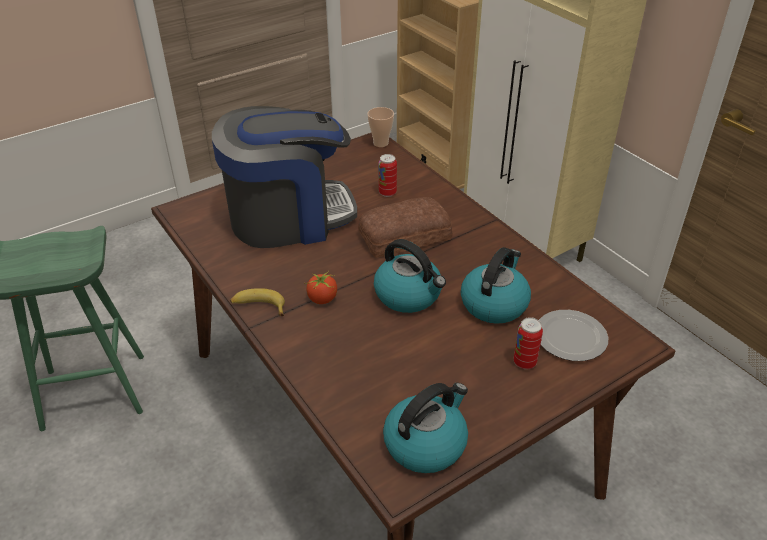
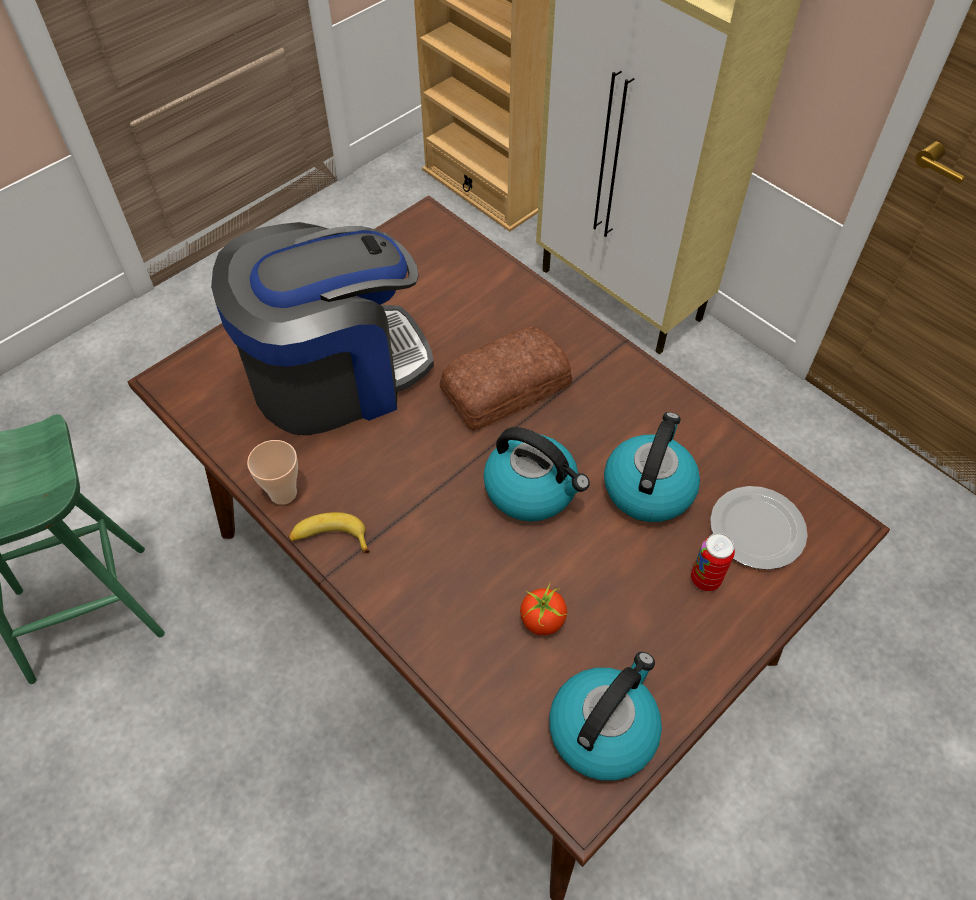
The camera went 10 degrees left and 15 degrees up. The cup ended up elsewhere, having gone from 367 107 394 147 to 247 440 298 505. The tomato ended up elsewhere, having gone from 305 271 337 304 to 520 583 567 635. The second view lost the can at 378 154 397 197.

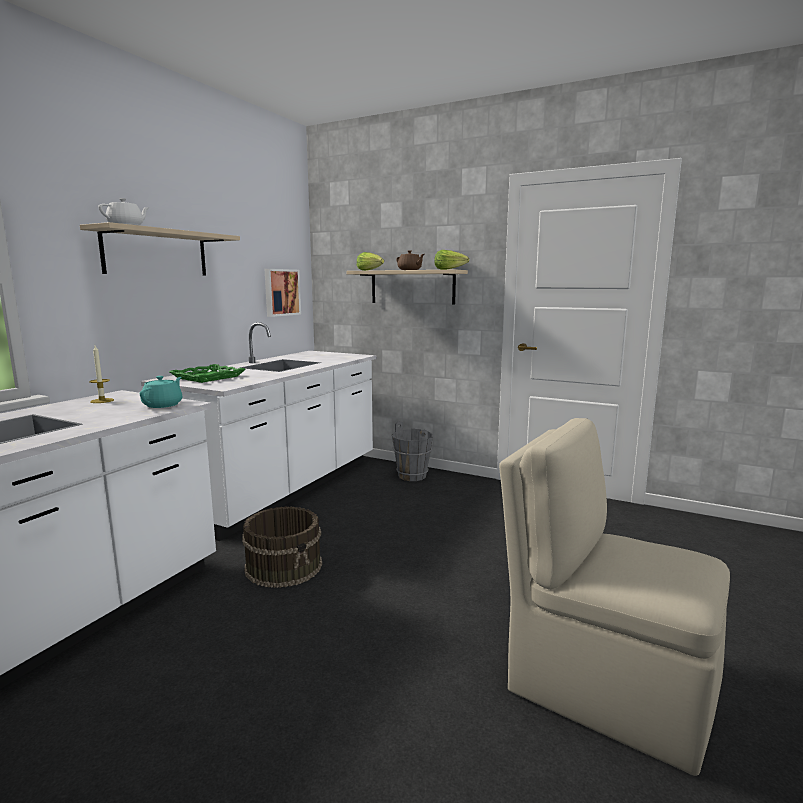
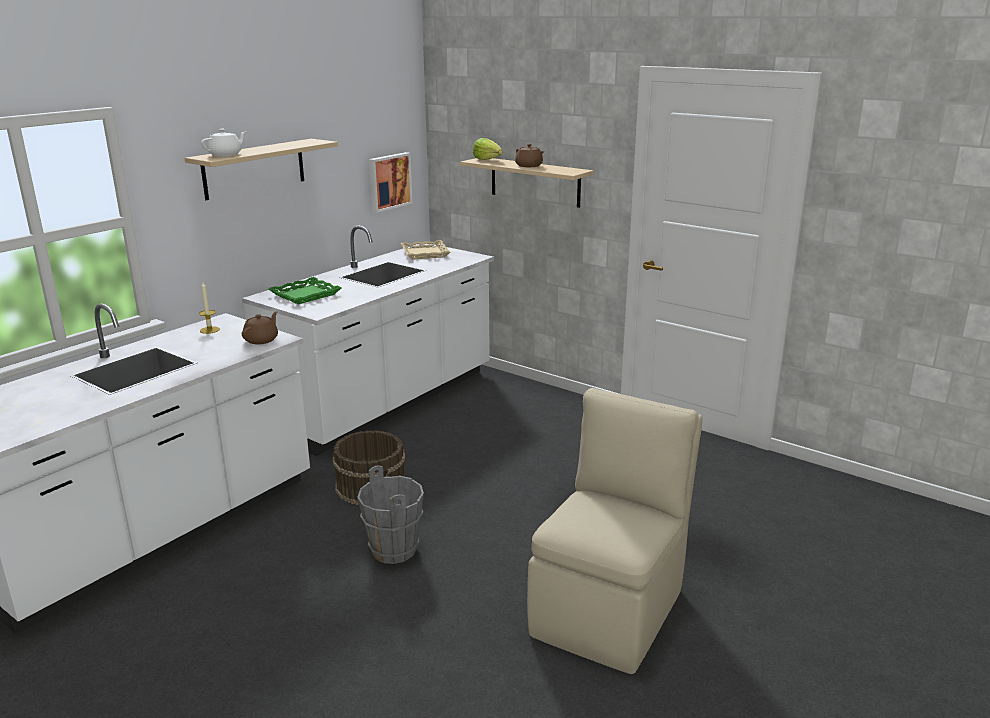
The camera went 10 degrees right and 10 degrees up. What was the turquoise teapot at 140 376 182 408 turned into the brown teapot at 242 311 278 344. The grey bucket ended up elsewhere, having gone from 392 421 433 481 to 357 465 424 564. The second view gained the beige tray at 401 240 450 260. The beige chair at 499 418 730 776 ended up facing another way, 75 degrees clockwise from before. The second view lost the lettuce at 434 250 469 270.

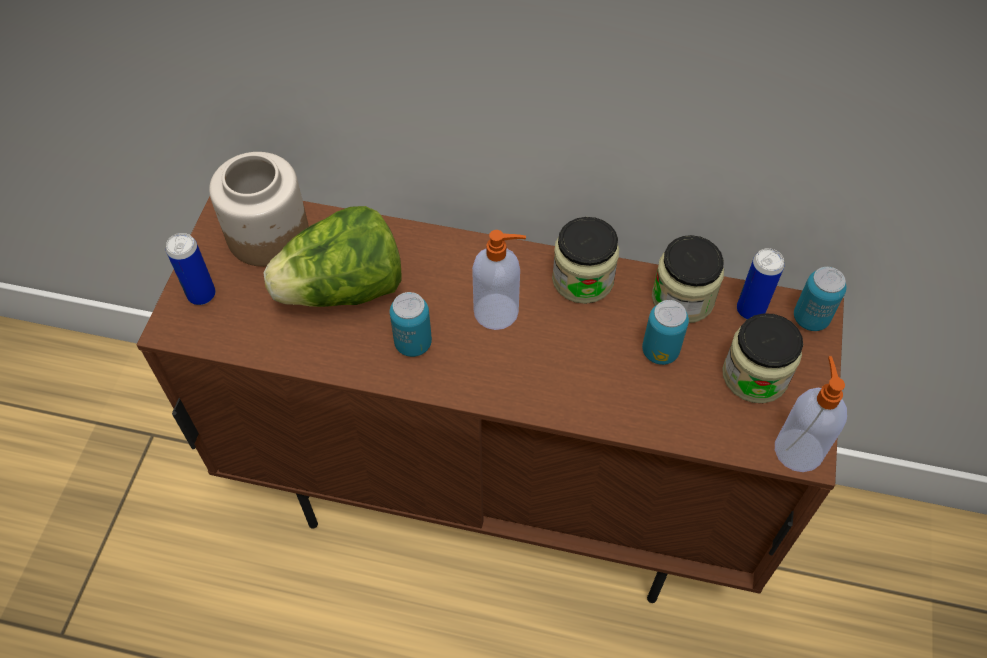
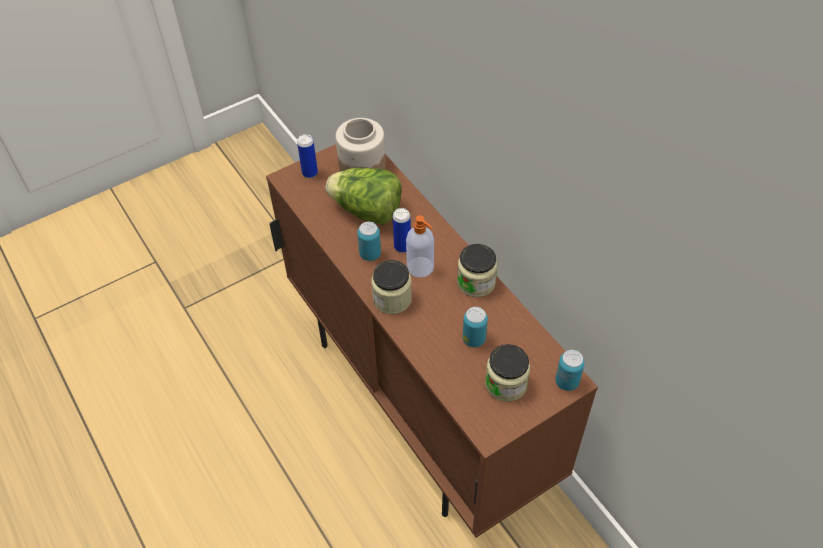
The camera went 45 degrees right and 5 degrees down. The jar ended up elsewhere, having gone from 652 235 724 323 to 371 260 412 314. The can ended up elsewhere, having gone from 737 248 785 319 to 393 208 411 253. The second view lost the soap dispenser at 775 356 847 472.

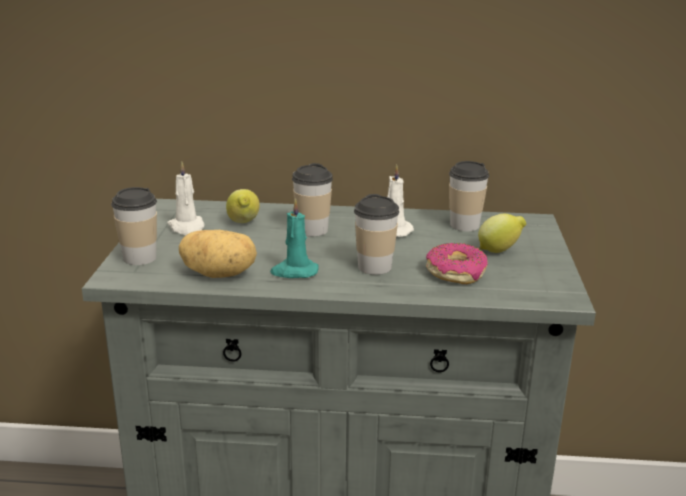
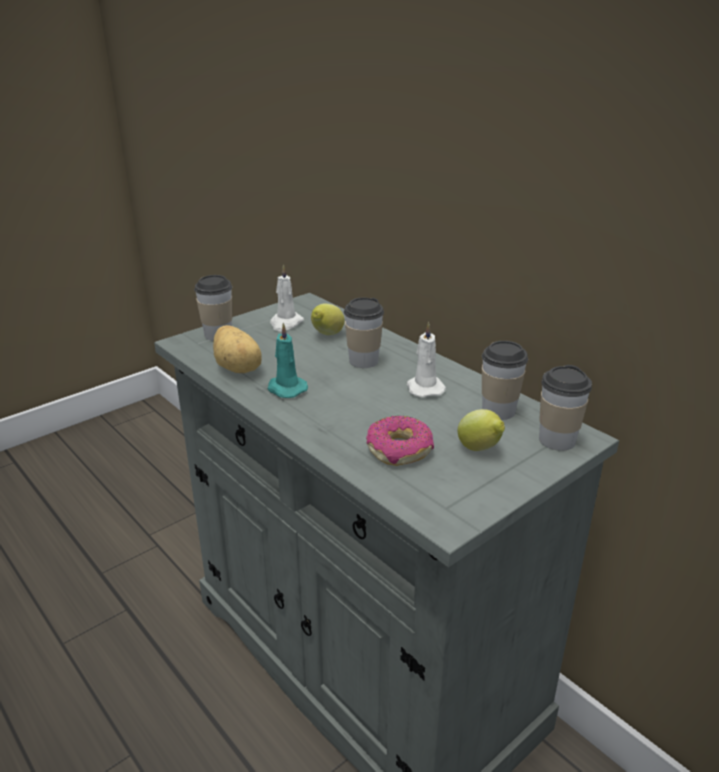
The camera went 45 degrees right and 5 degrees up. The cup ended up elsewhere, having gone from 354 194 399 275 to 539 365 592 451.

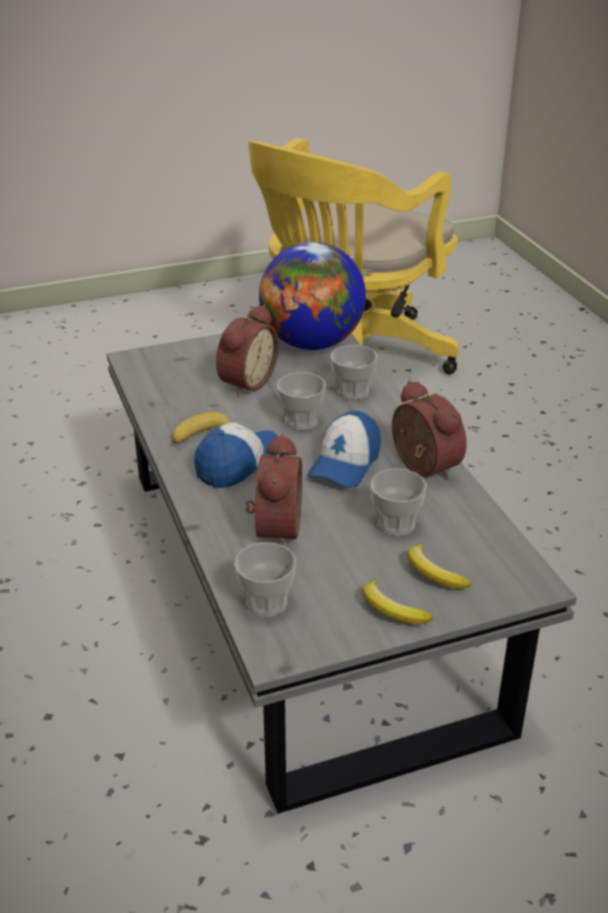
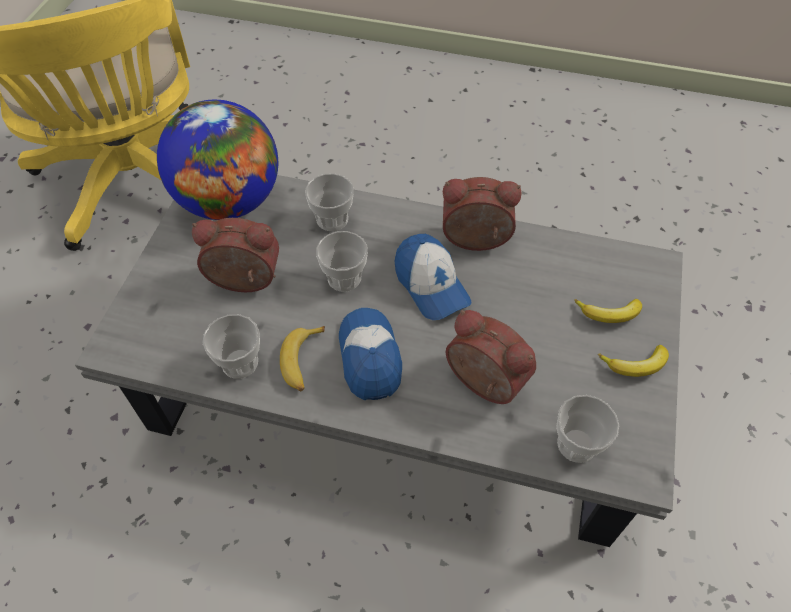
The camera went 55 degrees left and 20 degrees up. The alarm clock at 216 305 279 397 ended up facing another way, 60 degrees counterclockwise from before. The cup ended up elsewhere, having gone from 370 468 427 536 to 202 314 260 379.

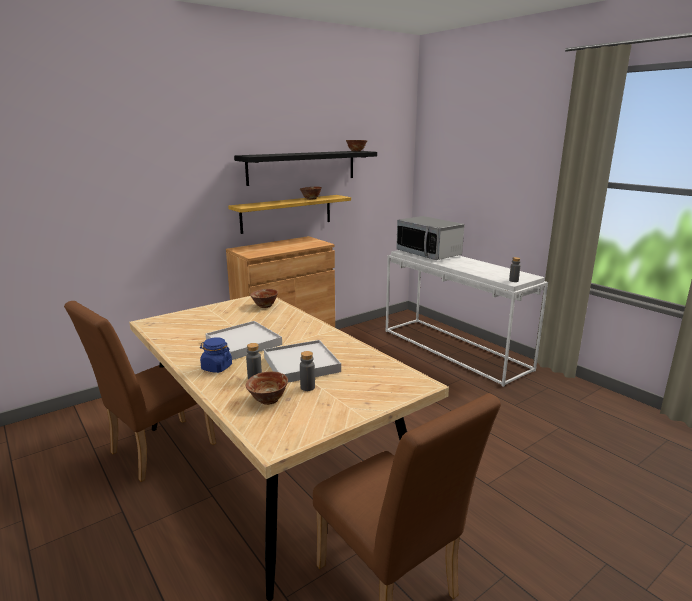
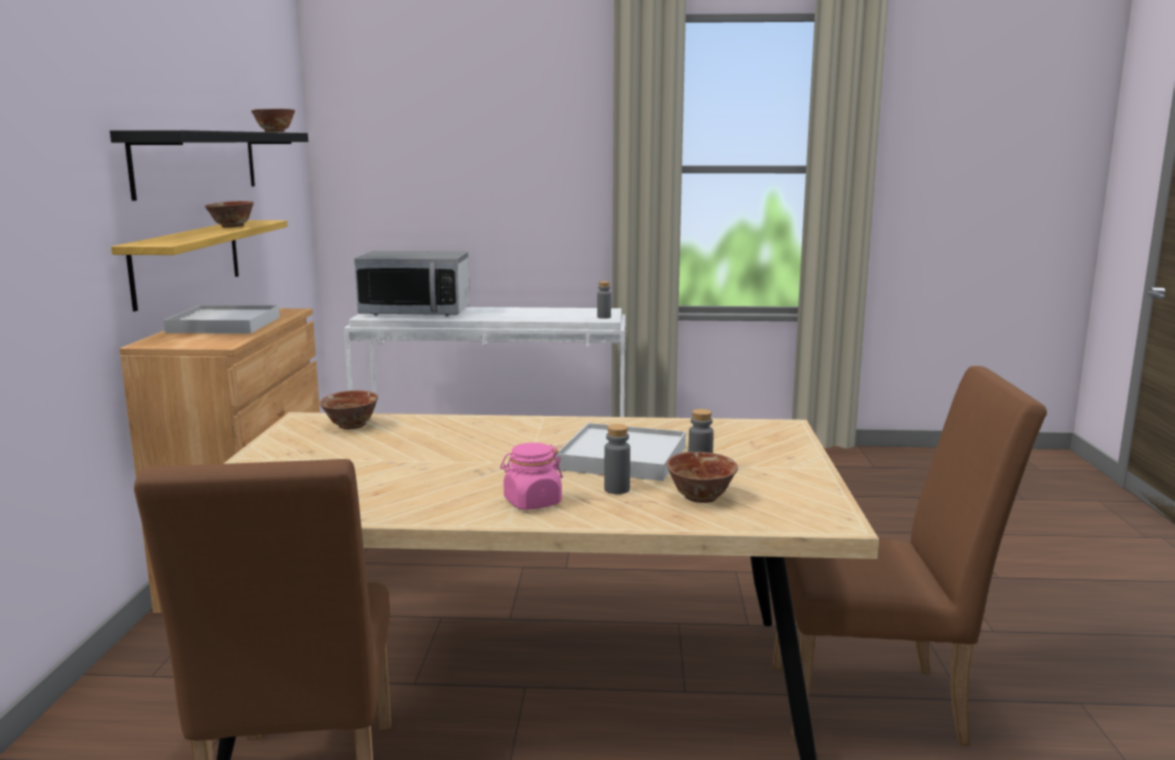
The camera went 50 degrees left and 5 degrees down. The white tray ended up elsewhere, having gone from 206 321 282 360 to 163 305 280 333. What was the blue jar at 200 337 232 373 turned into the pink jar at 500 443 563 510.

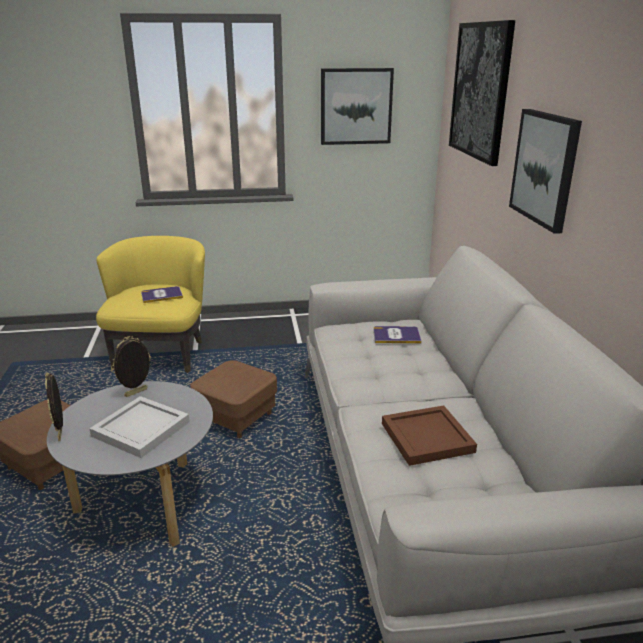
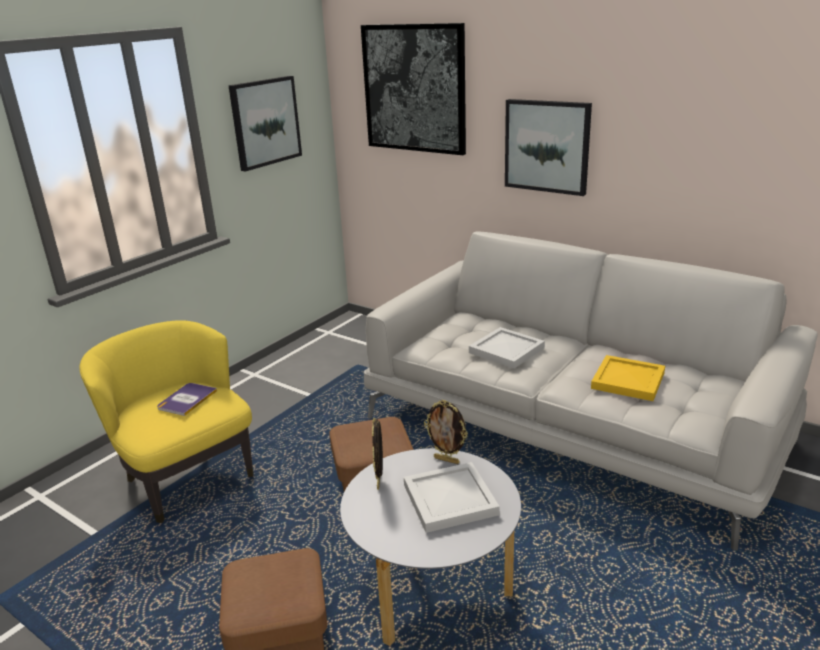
The camera went 45 degrees left and 0 degrees up. The picture frame ended up elsewhere, having gone from 45 373 63 441 to 424 400 468 464. The second view gained the white tray at 469 327 545 369. What was the brown tray at 382 405 477 466 turned into the yellow tray at 591 355 665 401. The second view lost the book at 373 326 422 344.

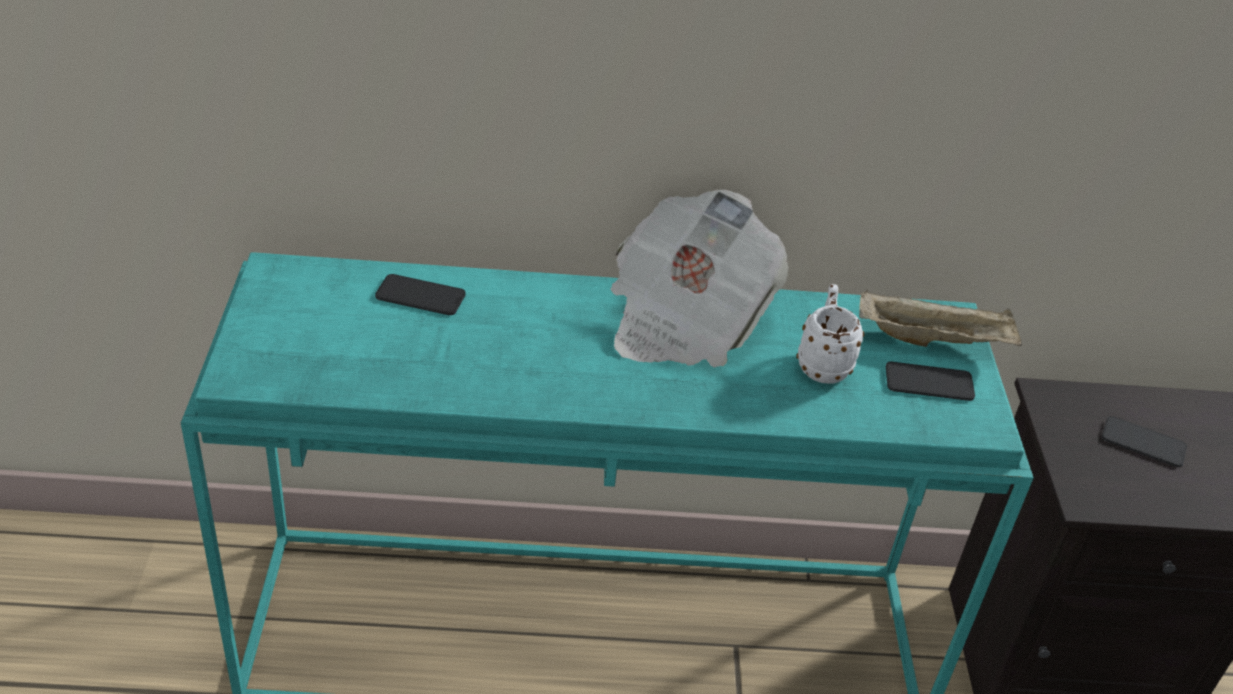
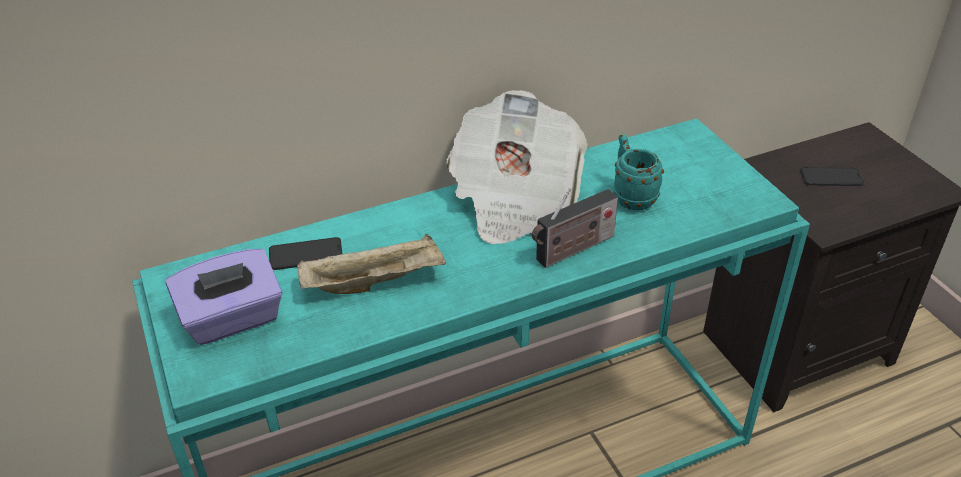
The camera went 20 degrees left and 0 degrees up. The second view gained the purple tissue box at 165 249 282 345. The beige tray ended up elsewhere, having gone from 859 290 1023 347 to 297 234 446 294. The second view gained the radio at 532 188 618 268. What was the white mug at 796 284 864 384 turned into the turquoise mug at 613 134 664 210. The second view lost the phone at 886 362 975 401.

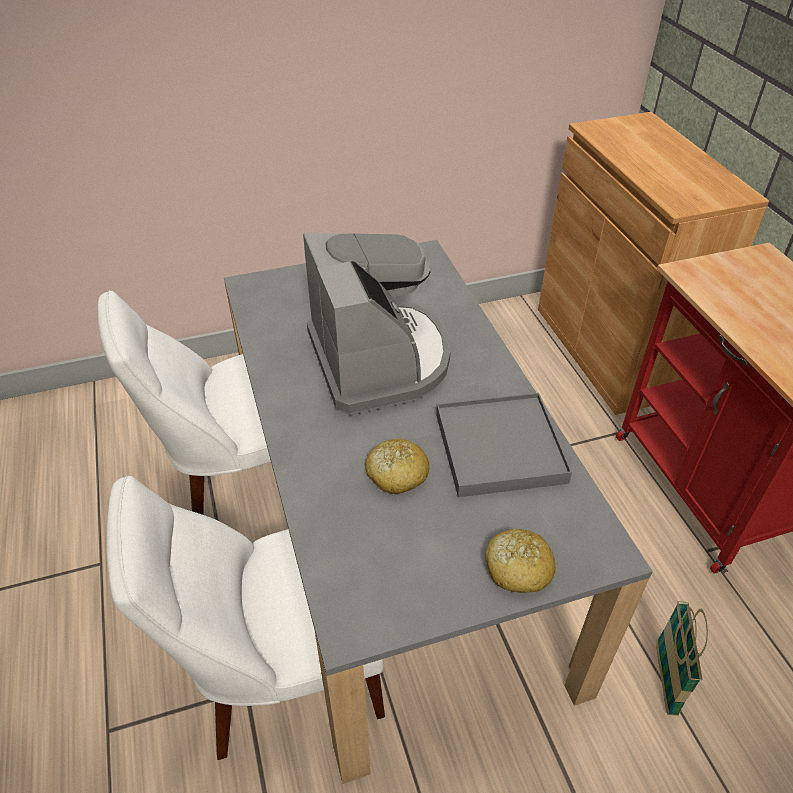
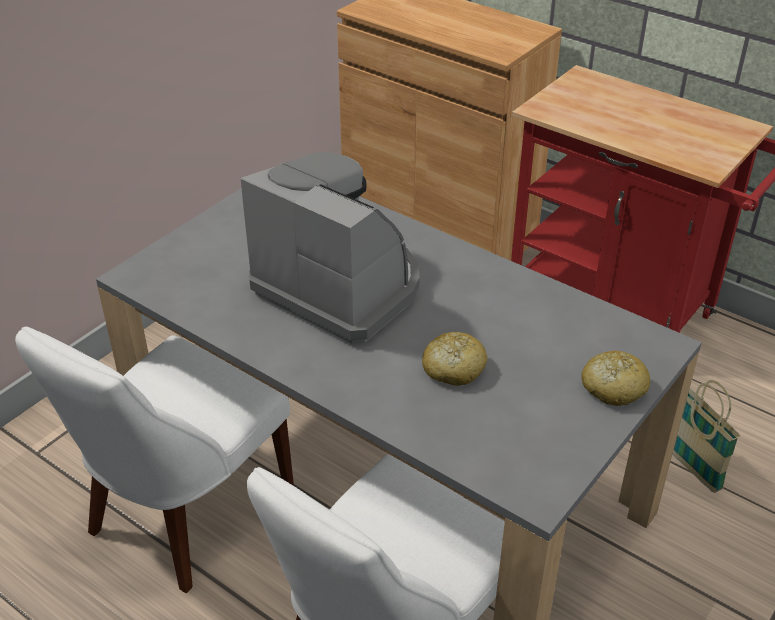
The camera went 35 degrees left and 5 degrees down. The second view lost the grey tray at 436 393 572 497.

